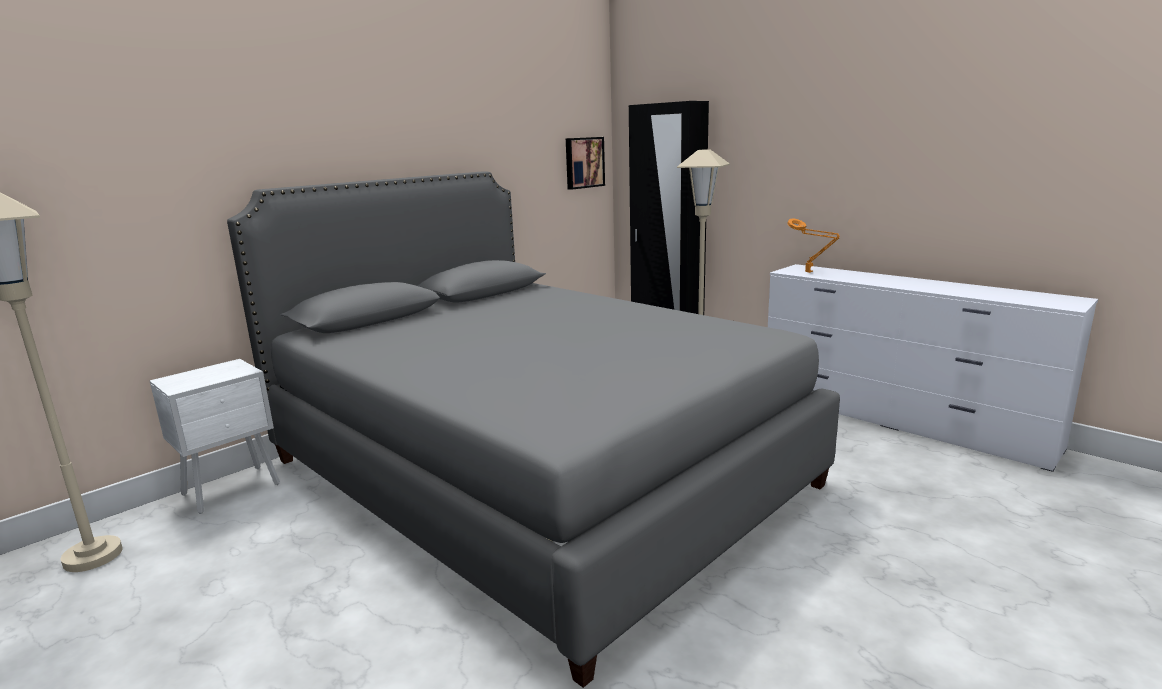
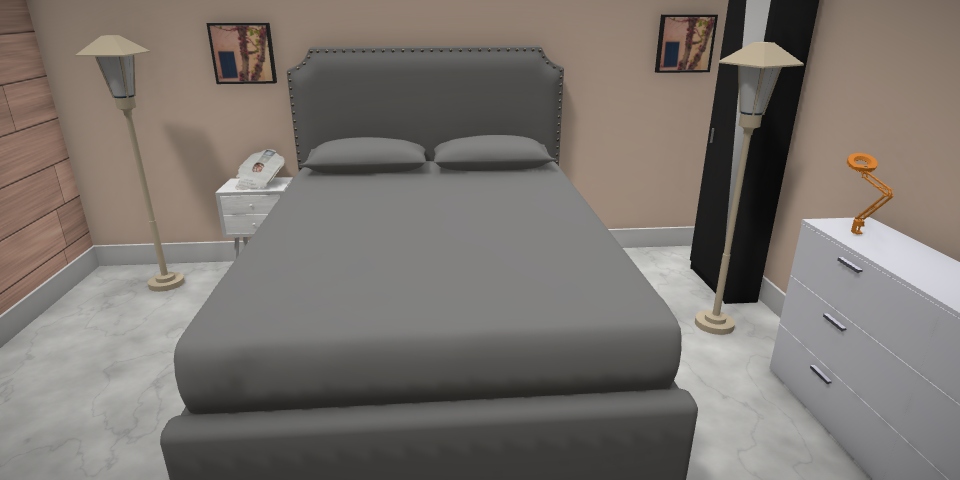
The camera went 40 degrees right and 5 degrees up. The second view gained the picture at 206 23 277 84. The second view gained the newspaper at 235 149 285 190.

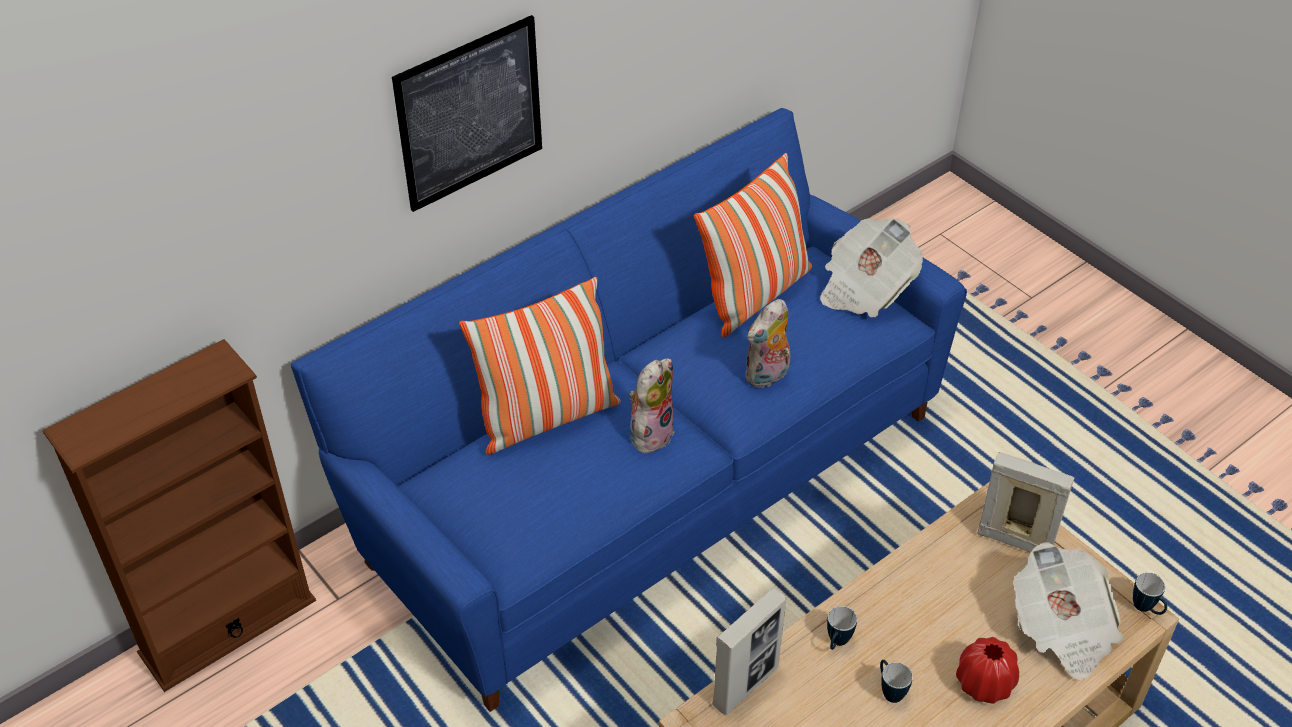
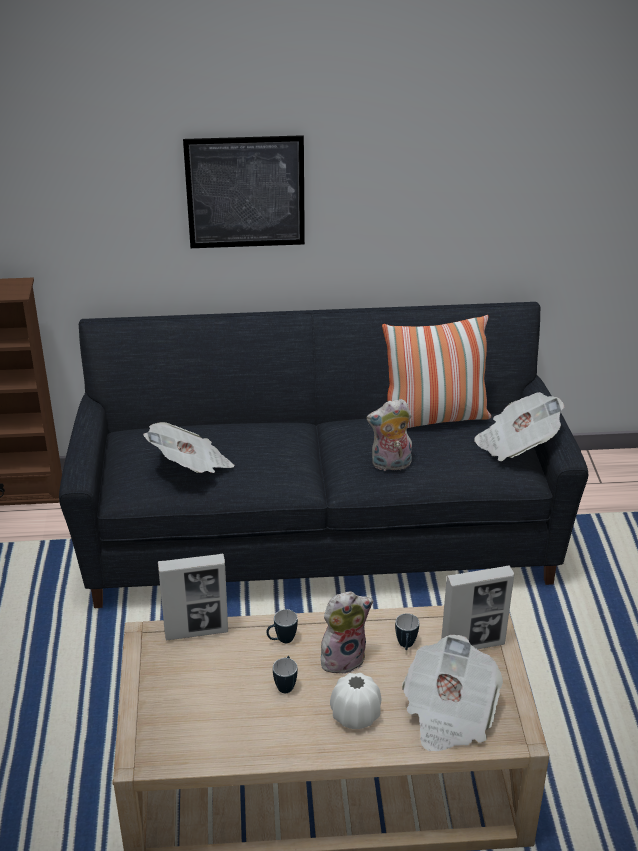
The camera went 35 degrees right and 10 degrees down. What was the blue sofa at 291 108 967 712 turned into the black sofa at 59 302 588 608. The second view gained the newspaper at 143 422 234 473. The plush toy ended up elsewhere, having gone from 629 358 675 455 to 321 591 373 674. What was the red vase at 956 637 1019 704 turned into the white vase at 330 673 381 729. The mug ended up elsewhere, having gone from 1133 572 1167 615 to 395 613 419 650. The picture frame at 977 452 1075 553 ended up facing another way, 105 degrees clockwise from before. The second view lost the pillow at 459 277 621 455.

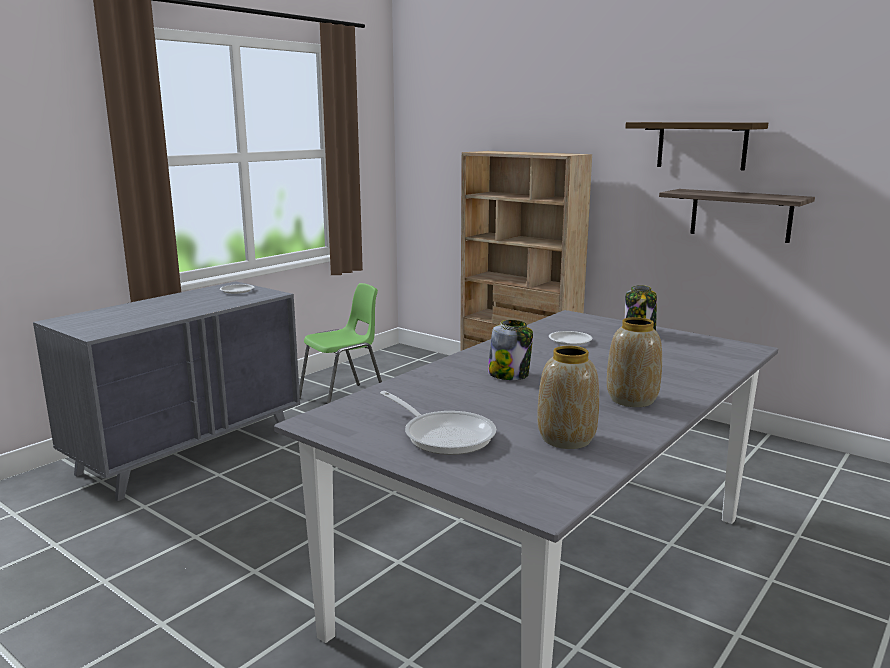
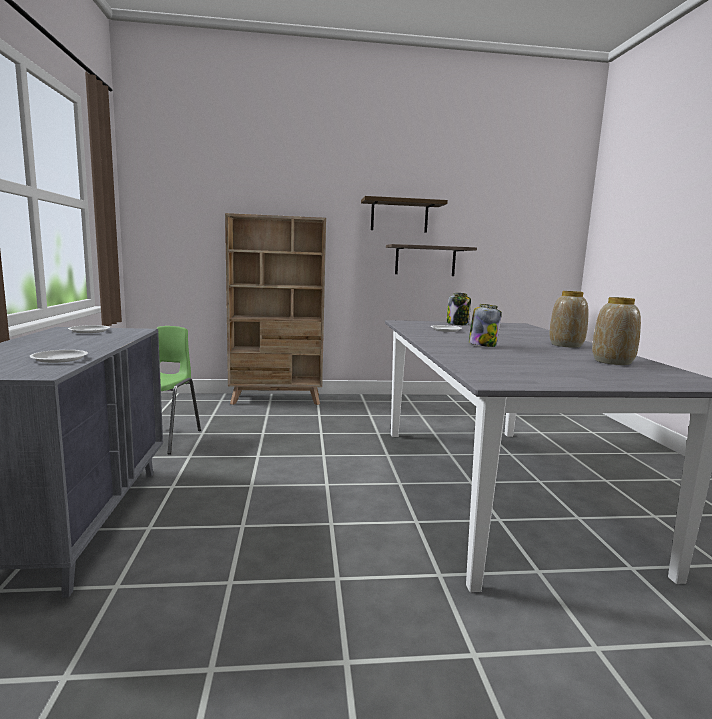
The camera went 45 degrees left and 5 degrees down. The second view gained the white plate at 29 350 88 363. The second view lost the frying pan at 380 391 496 455.

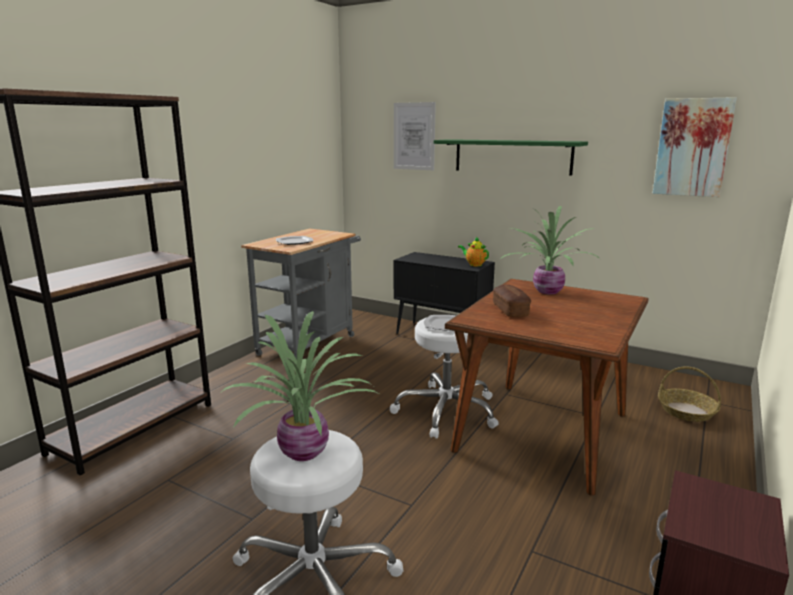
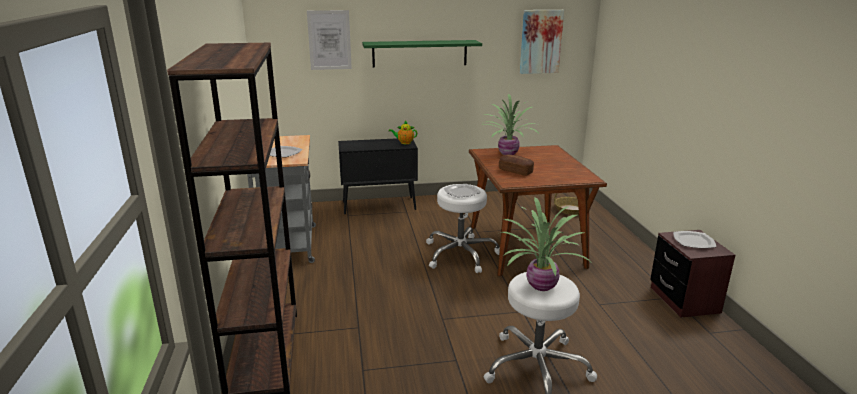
The camera went 40 degrees left and 5 degrees up. The second view gained the plate at 673 231 716 248.

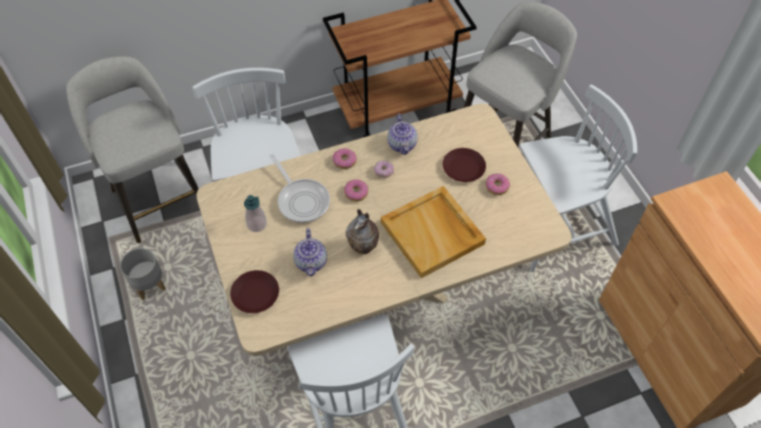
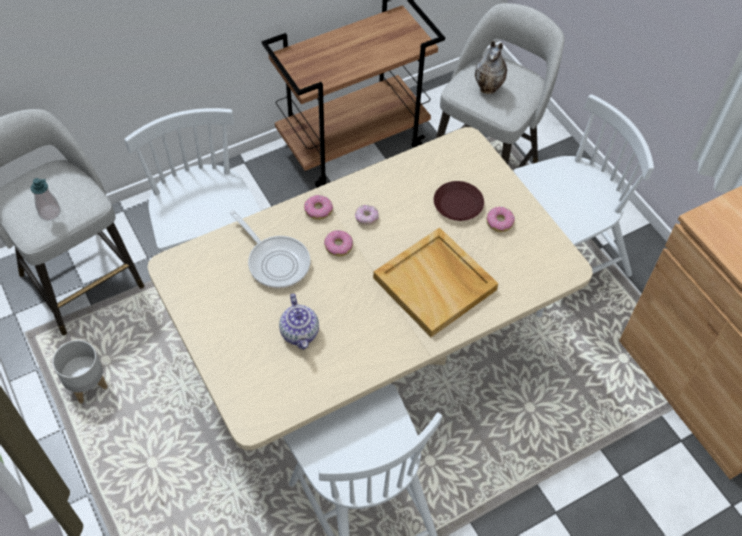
The camera went 10 degrees left and 0 degrees up. The soap dispenser ended up elsewhere, having gone from 244 195 267 232 to 31 178 61 221. The vase ended up elsewhere, having gone from 346 209 379 254 to 475 40 507 94. The second view lost the brown plate at 230 270 279 313. The second view lost the teapot at 387 114 418 155.

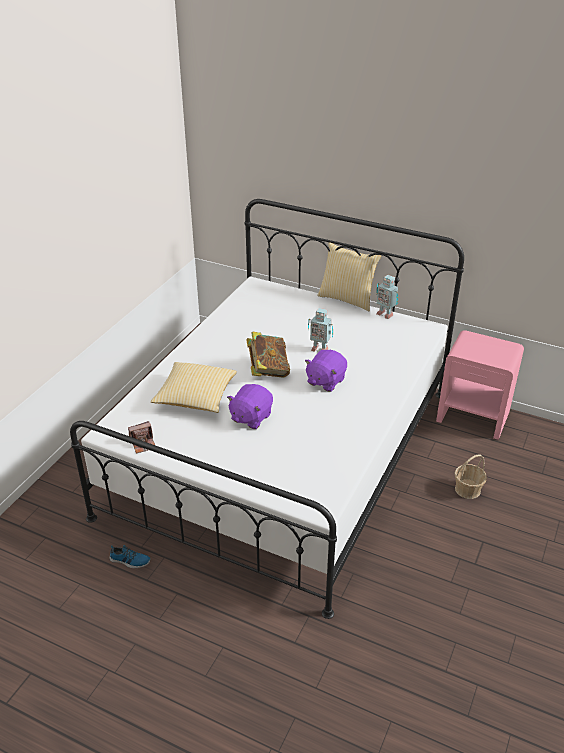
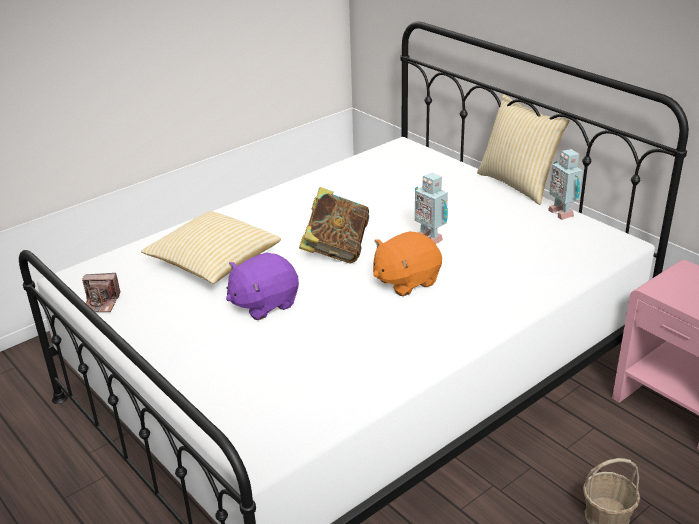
The camera went 25 degrees right and 5 degrees down. What was the purple plush toy at 305 350 347 392 turned into the orange plush toy at 373 231 442 296. The second view lost the shoe at 109 545 151 568.

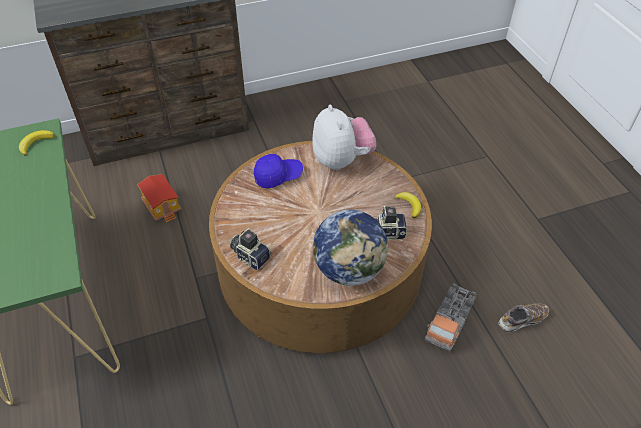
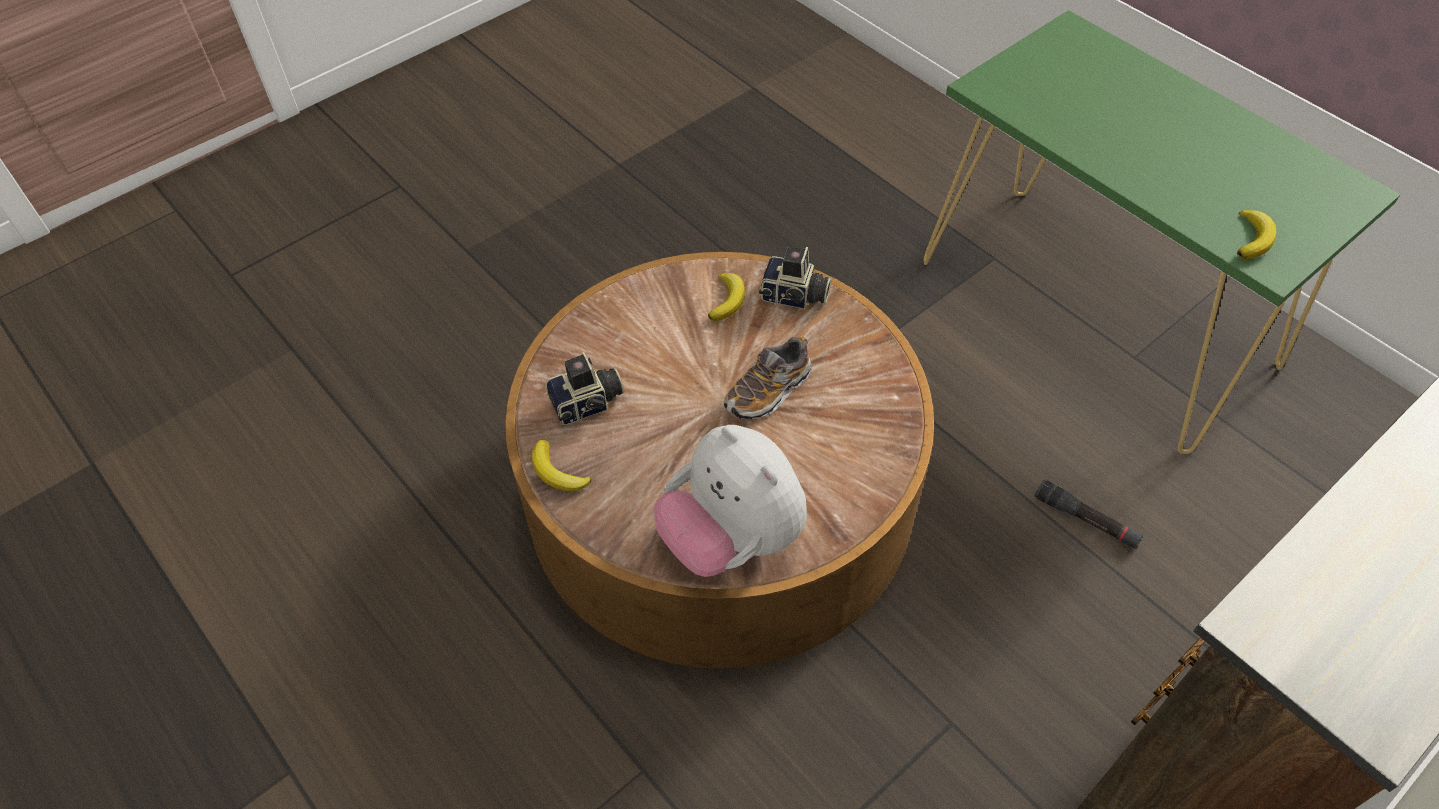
The camera went 160 degrees right and 5 degrees up. The second view gained the banana at 708 273 745 321. The shoe ended up elsewhere, having gone from 498 304 549 333 to 724 336 812 419. Where the toy house stood at 137 174 181 223, the black flashlight came to stand at 1034 479 1144 549. The second view lost the blue cap at 254 154 303 188. The second view lost the globe at 313 210 388 286. The second view lost the toy truck at 425 283 477 351.

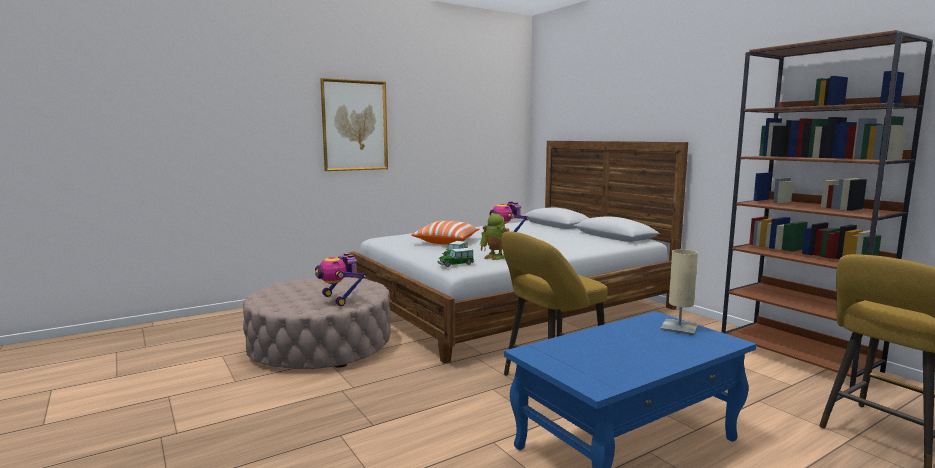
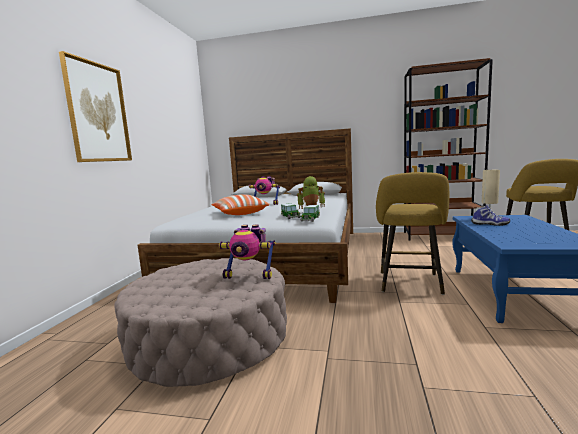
The camera went 45 degrees left and 0 degrees up. The second view gained the shoe at 471 205 510 226.

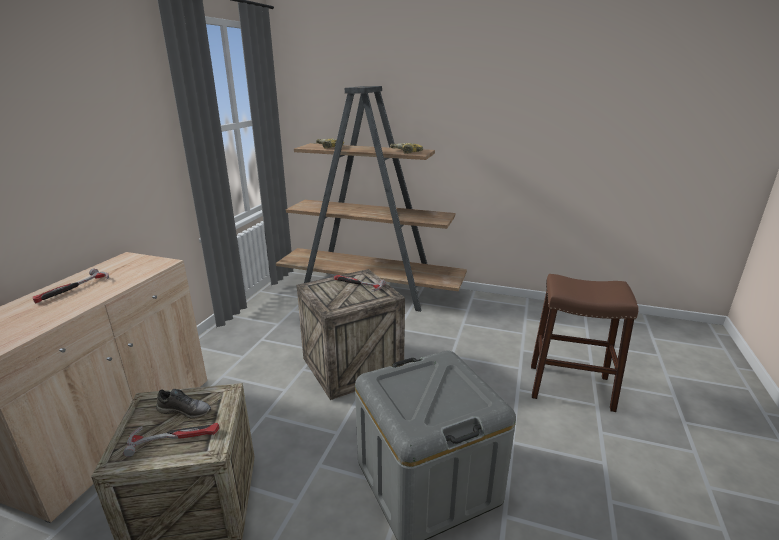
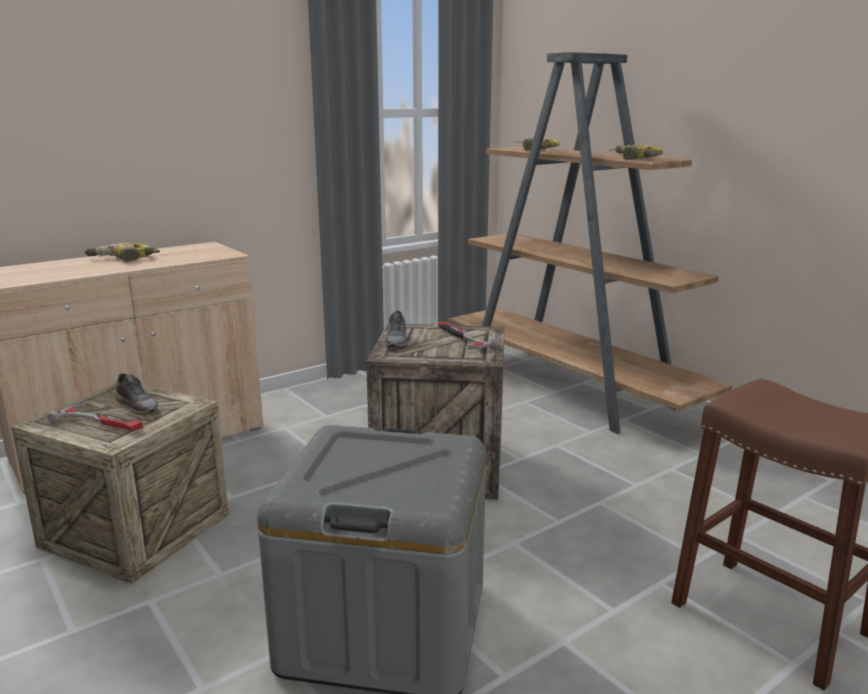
The camera went 35 degrees right and 5 degrees down. Where the hammer stood at 32 268 109 303, the power drill came to stand at 84 243 160 262. The second view gained the grey shoe at 385 311 408 347.

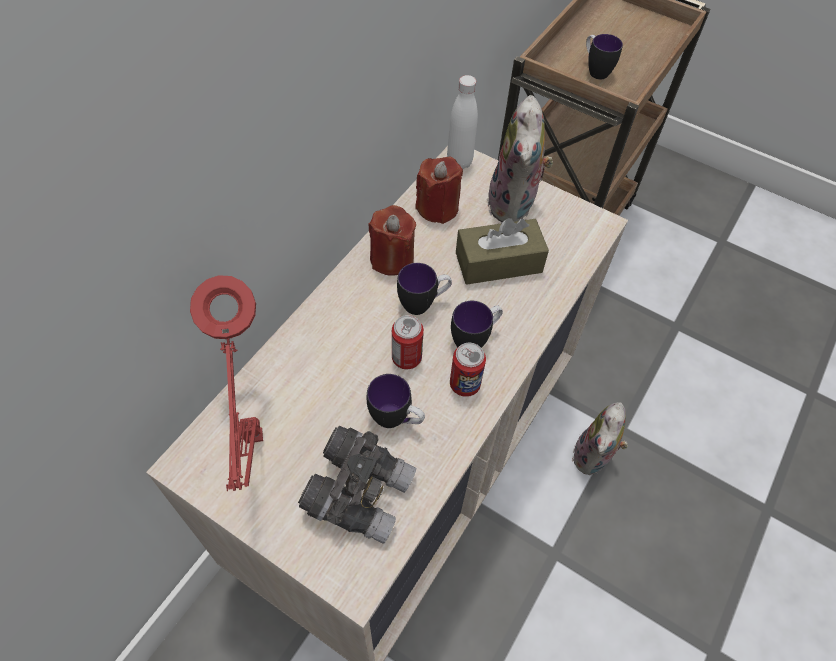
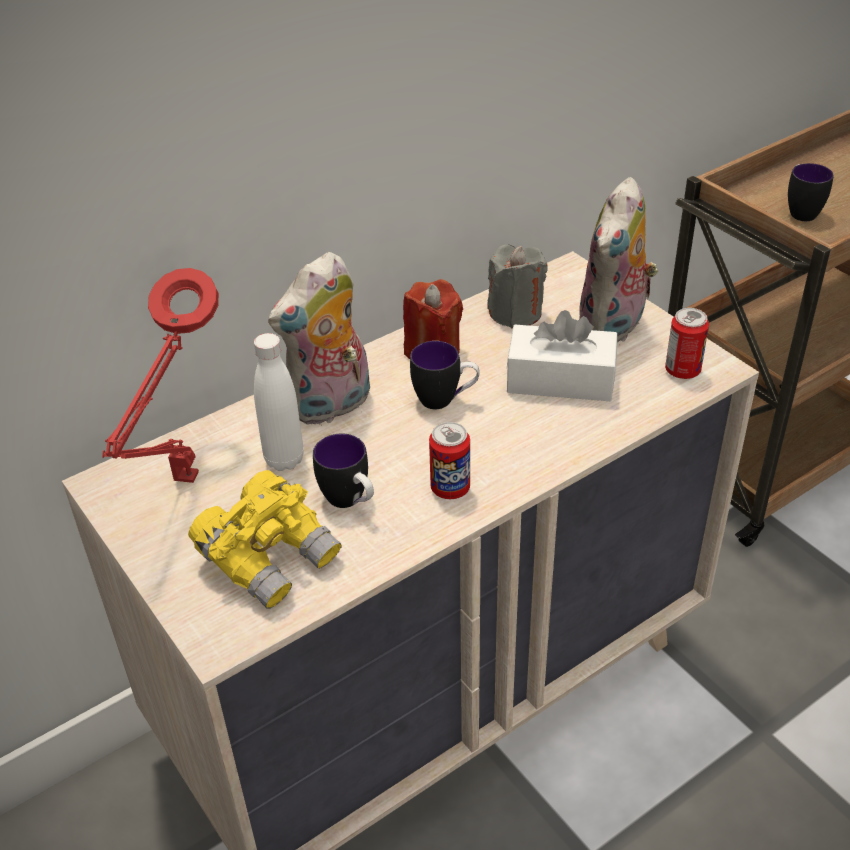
The camera went 25 degrees right and 15 degrees down. What was the grey binoculars at 298 426 416 544 turned into the yellow binoculars at 188 470 342 609. The white bottle ended up elsewhere, having gone from 447 75 478 169 to 254 333 304 471. The plush toy ended up elsewhere, having gone from 572 402 628 475 to 268 252 370 426. What was the red candle at 415 157 463 224 turned into the grey candle at 487 244 547 329. What was the brown tissue box at 456 218 549 285 turned into the white tissue box at 506 310 617 401. The can ended up elsewhere, having gone from 392 315 424 369 to 665 308 709 379. The second view lost the mug at 451 301 503 348.

